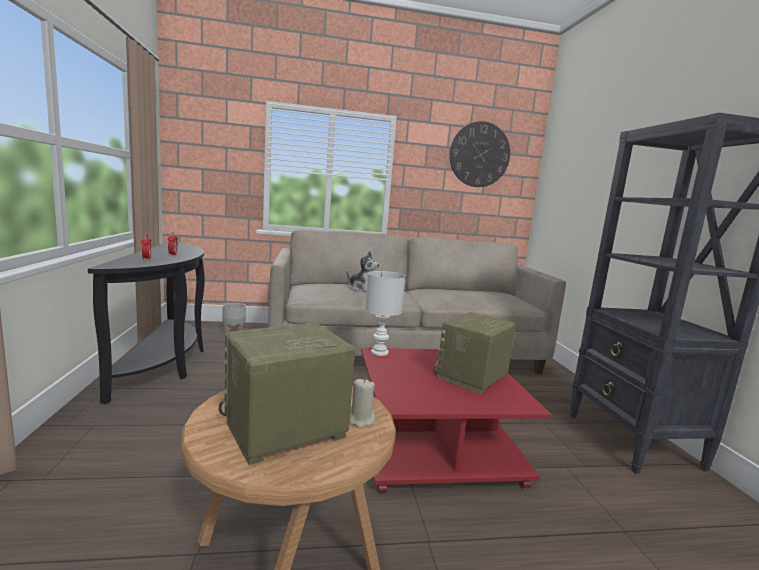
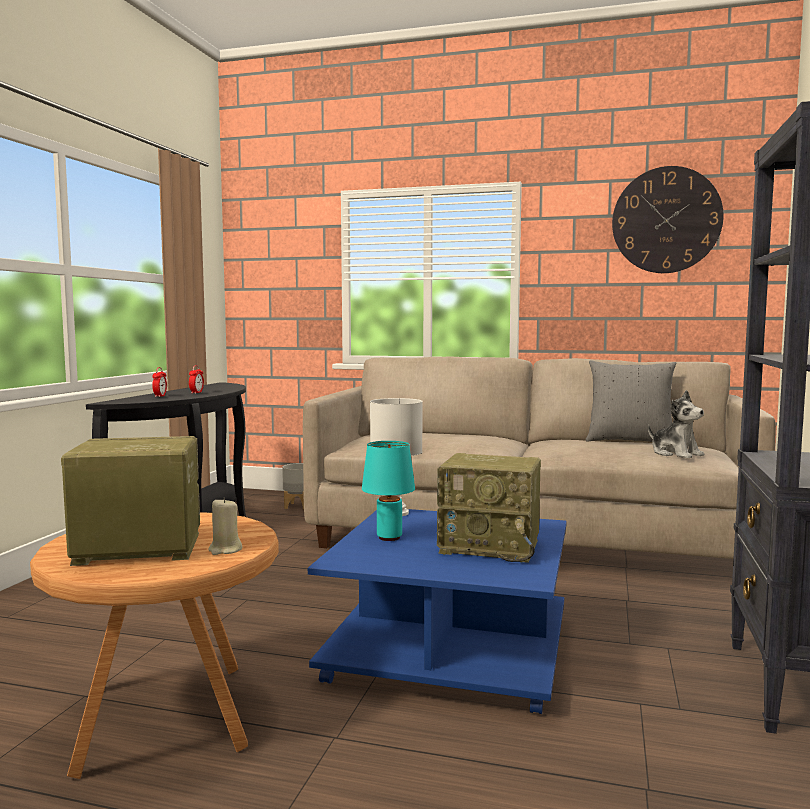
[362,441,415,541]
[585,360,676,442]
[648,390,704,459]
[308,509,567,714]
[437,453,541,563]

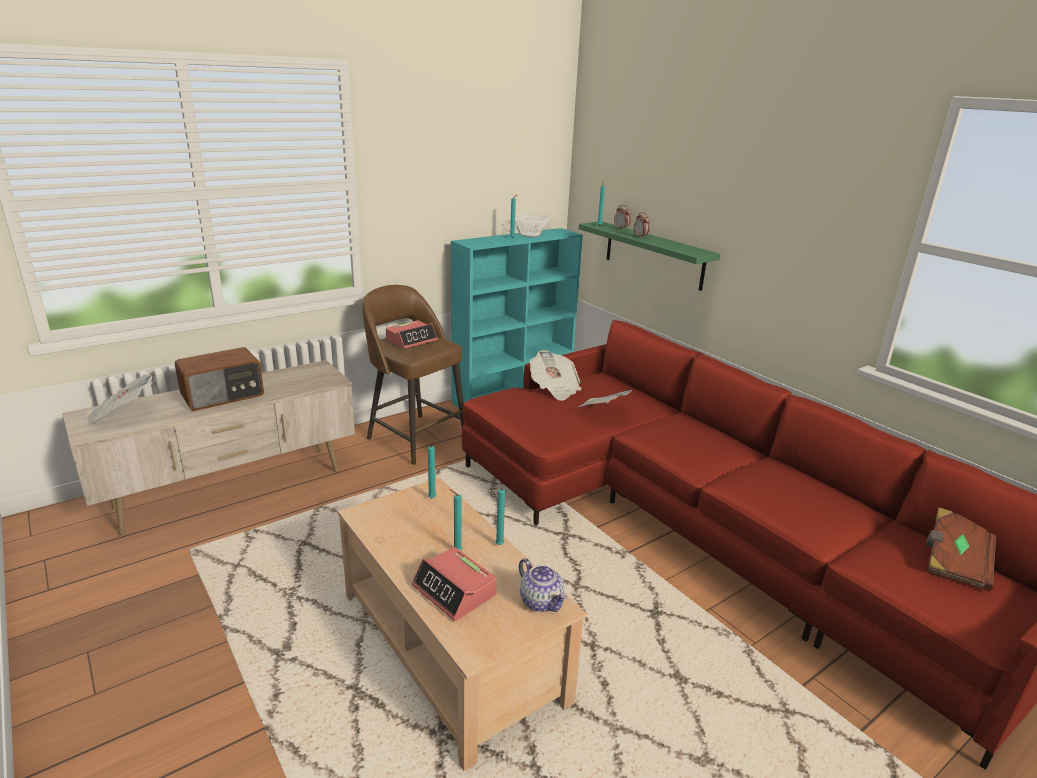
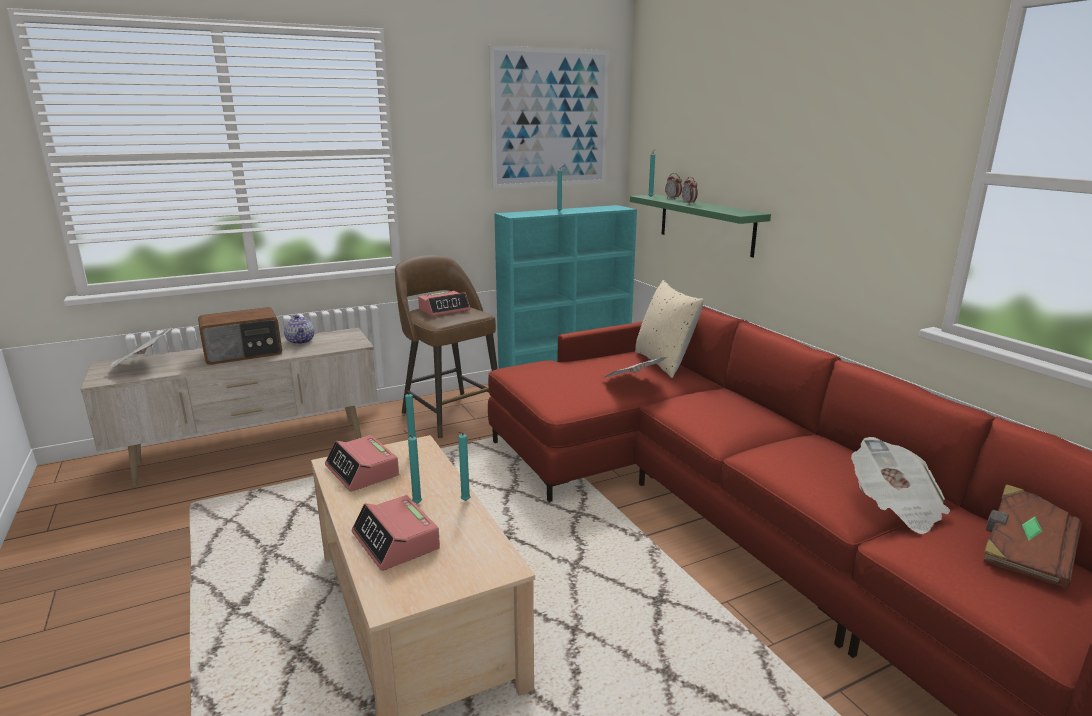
[515,214,549,237] (first image)
[325,435,399,491]
[489,45,609,189]
[635,280,704,378]
[284,315,314,344]
[851,437,950,534]

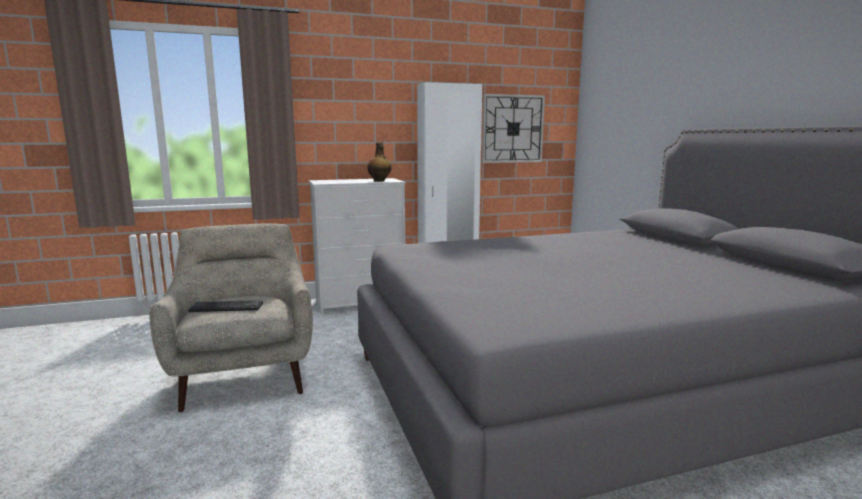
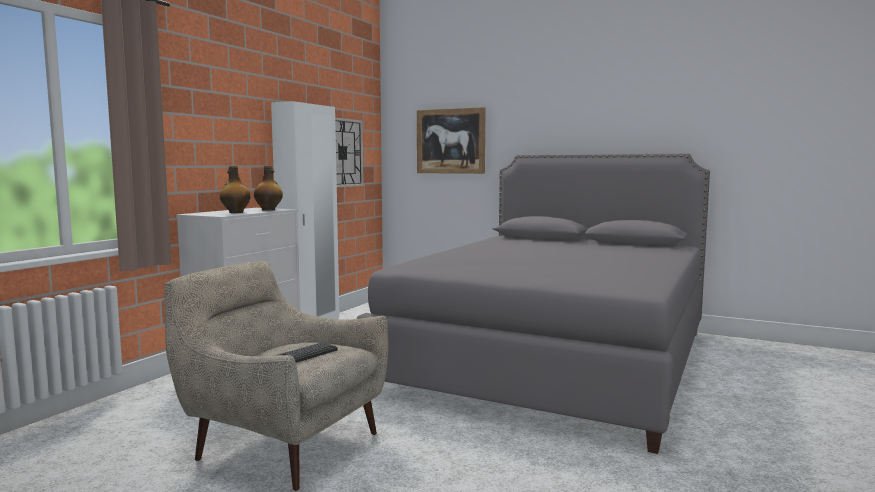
[219,166,250,213]
[417,107,486,174]

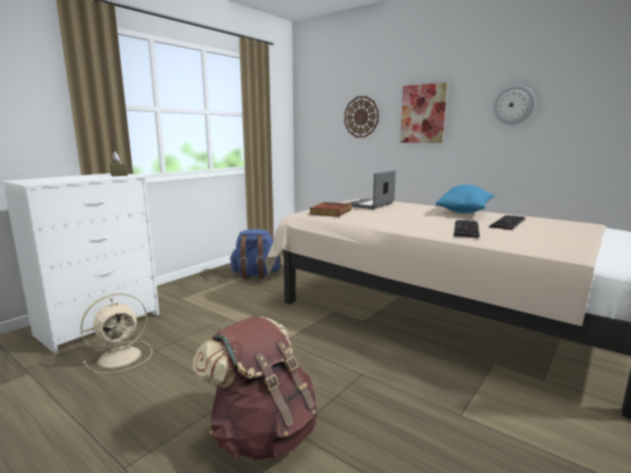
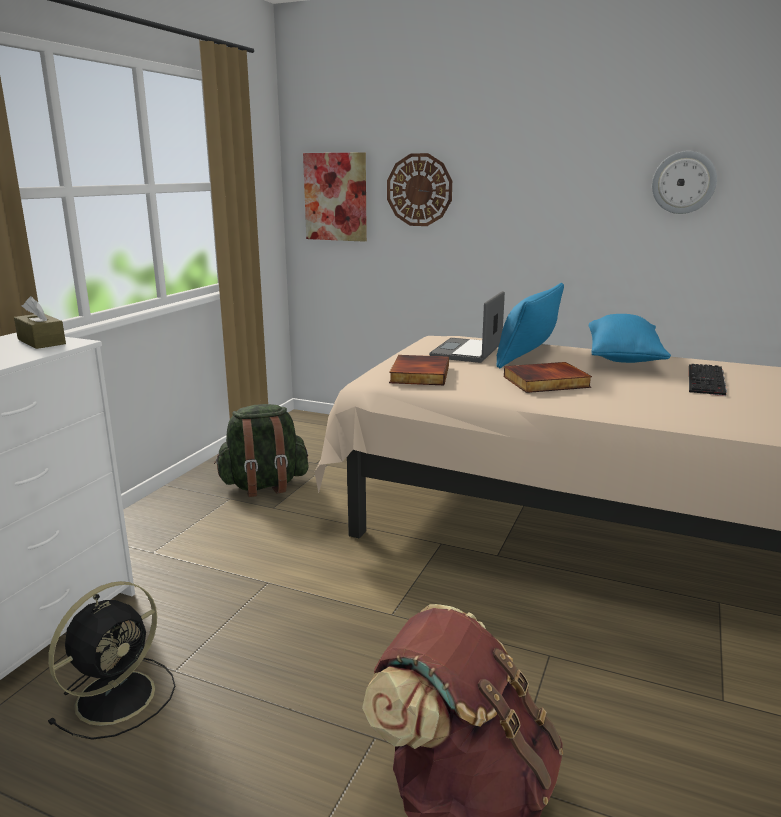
[454,220,480,238] (first image)
[497,283,564,368]
[504,362,592,393]
[303,152,367,242]
[48,581,175,740]
[214,404,308,497]

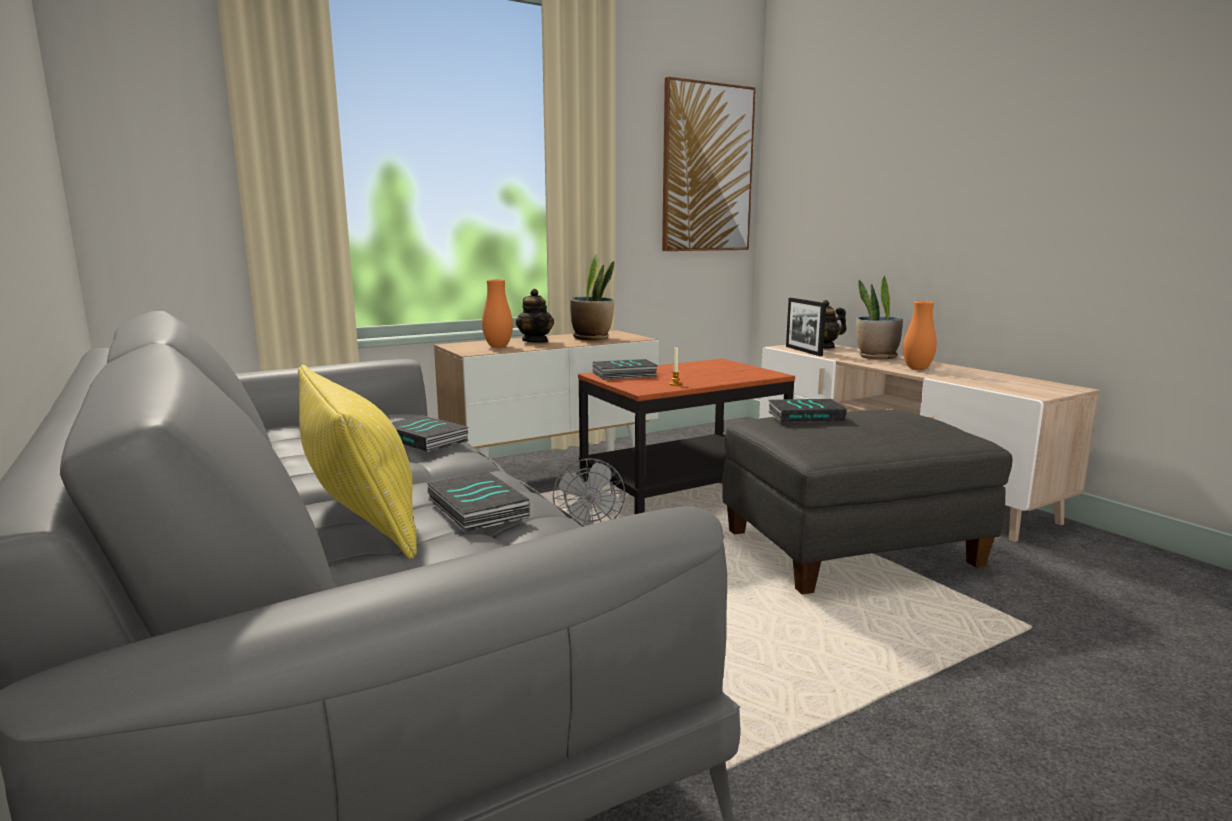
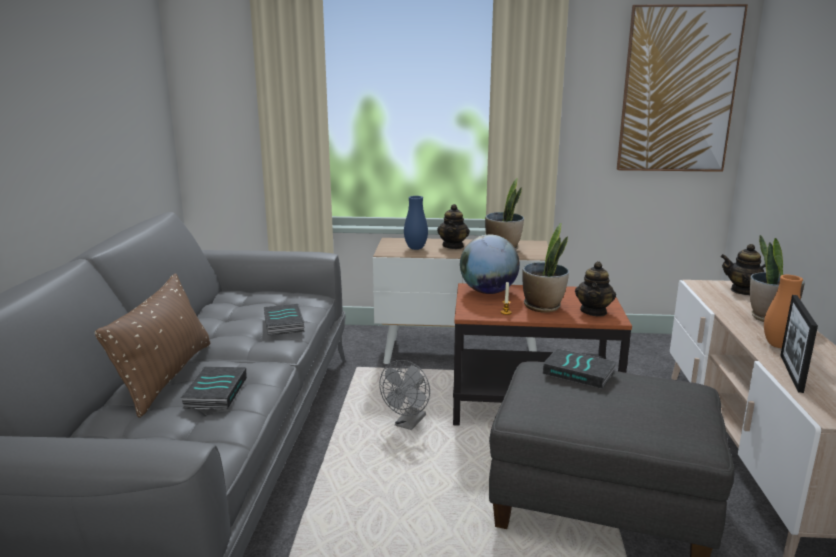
[522,223,569,313]
[575,261,616,316]
[780,295,818,393]
[460,234,520,294]
[95,273,210,418]
[404,196,428,250]

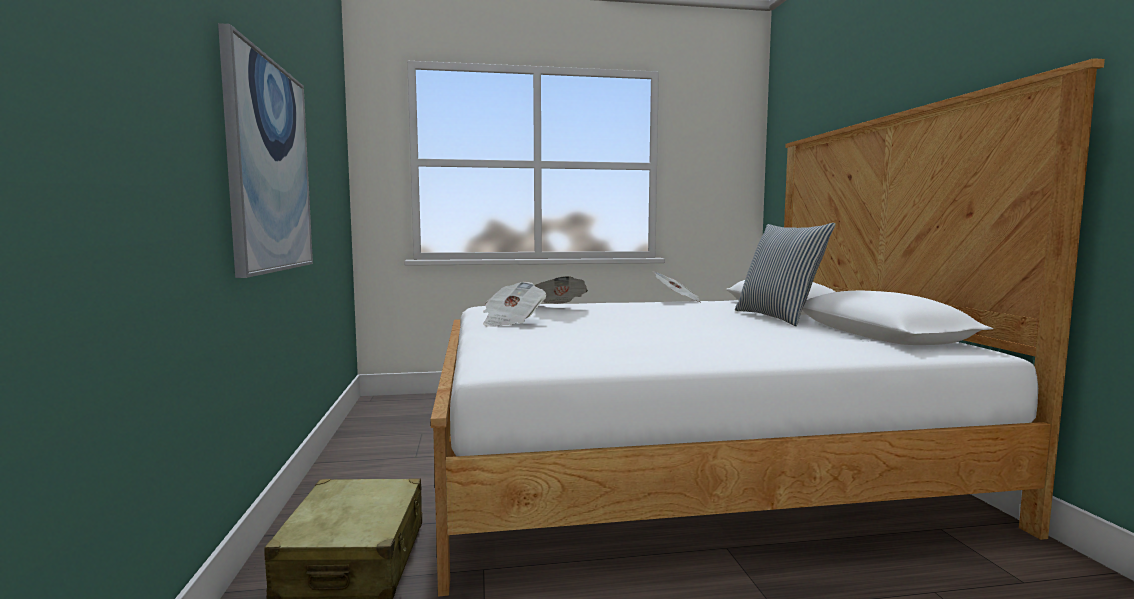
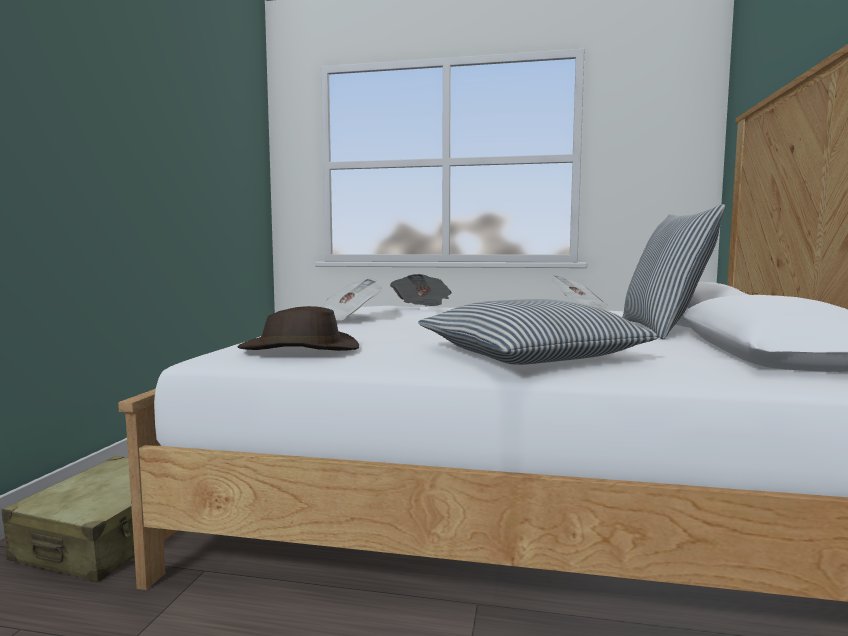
[218,23,313,278] (first image)
[238,306,359,351]
[418,299,659,365]

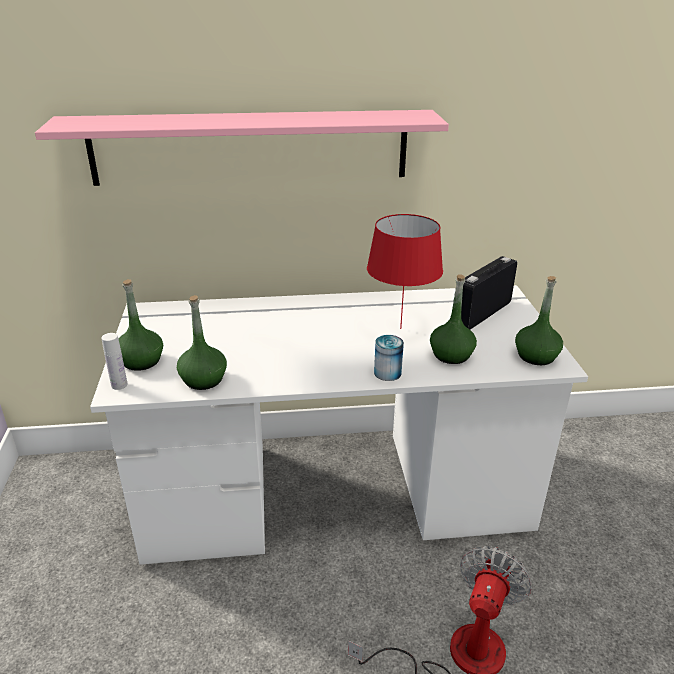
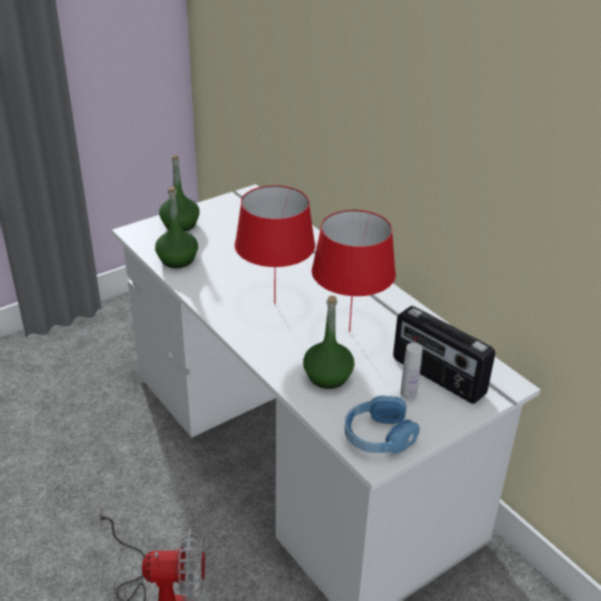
[35,110,449,186] (first image)
[374,335,404,381] (first image)
[235,185,315,304]
[400,343,423,400]
[345,395,420,454]
[393,306,495,404]

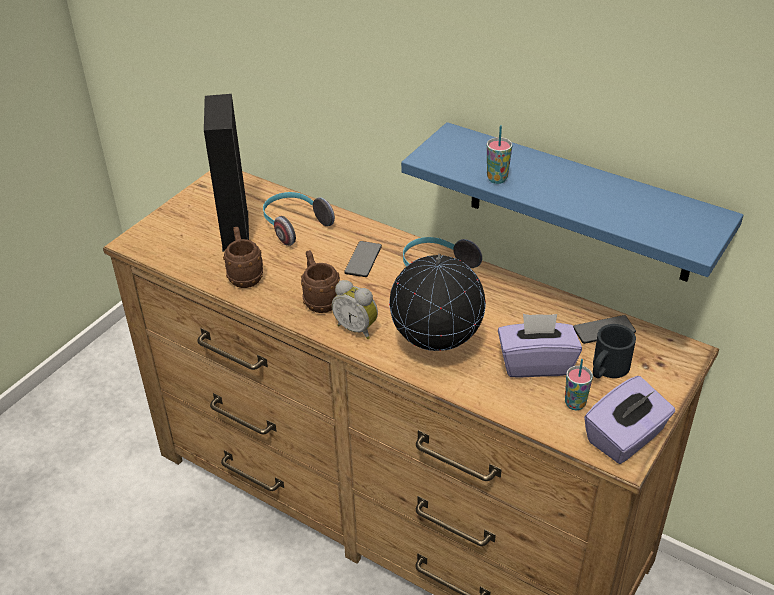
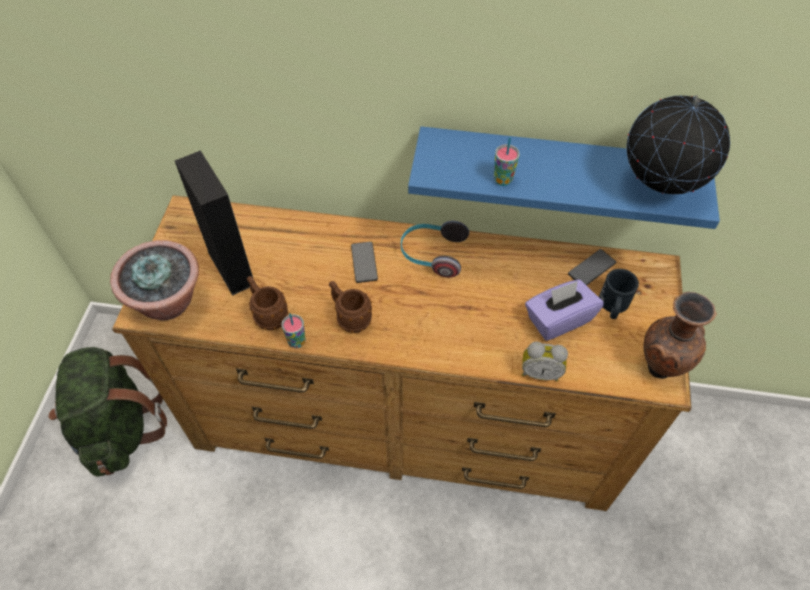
[263,192,335,246] (first image)
[48,347,167,477]
[110,240,199,321]
[522,342,568,381]
[627,95,730,195]
[281,313,305,348]
[643,292,717,379]

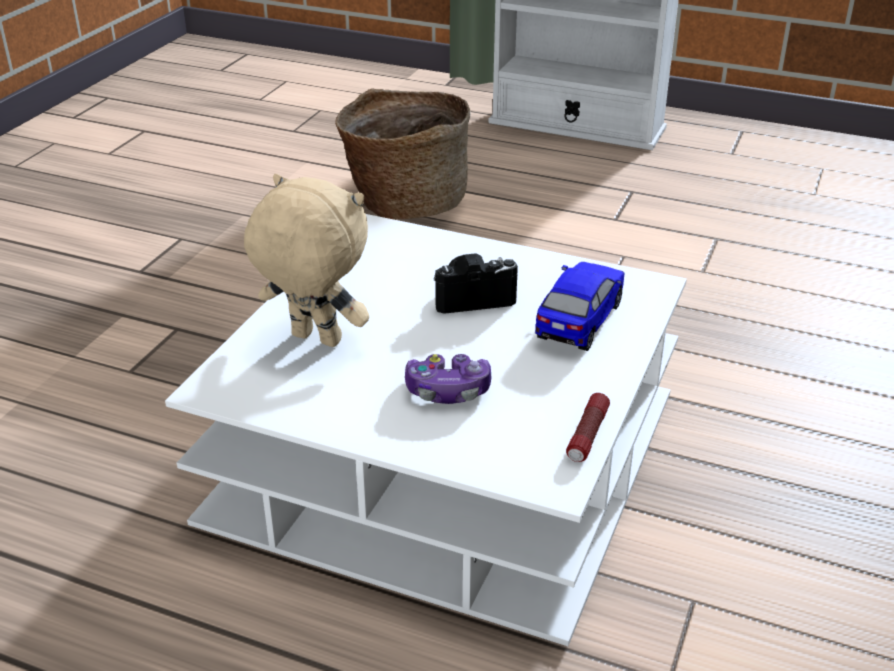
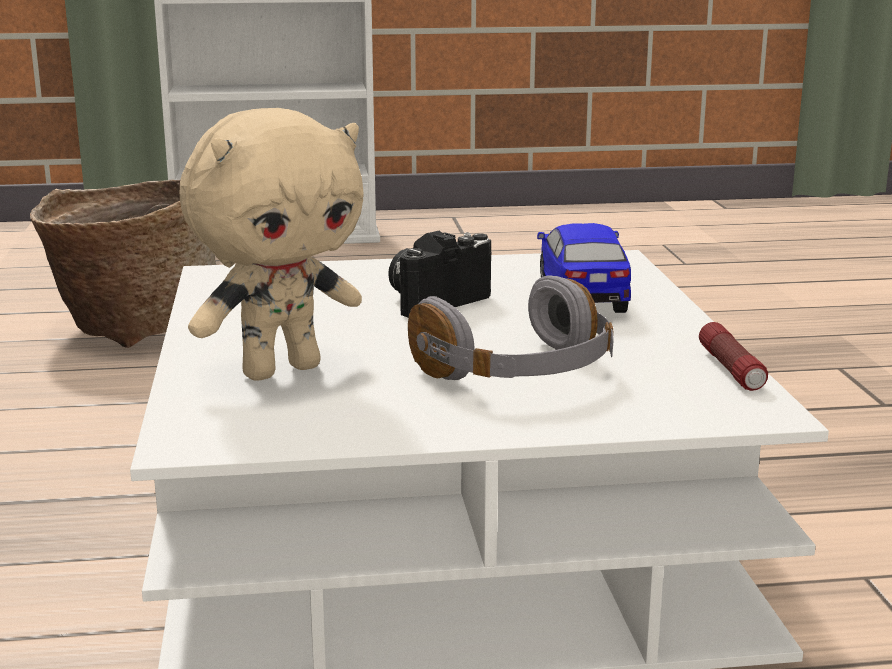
[408,275,614,380]
[180,108,364,381]

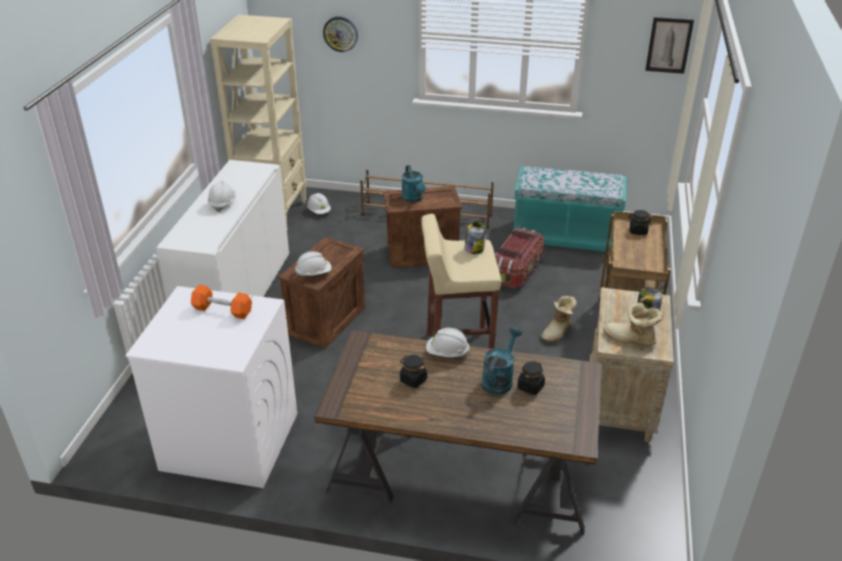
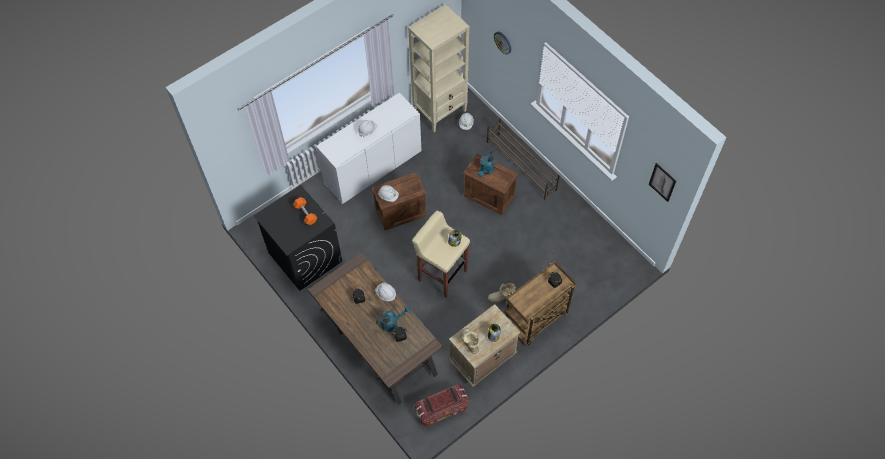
[513,166,626,252] (first image)
[415,384,468,427]
[254,185,342,291]

